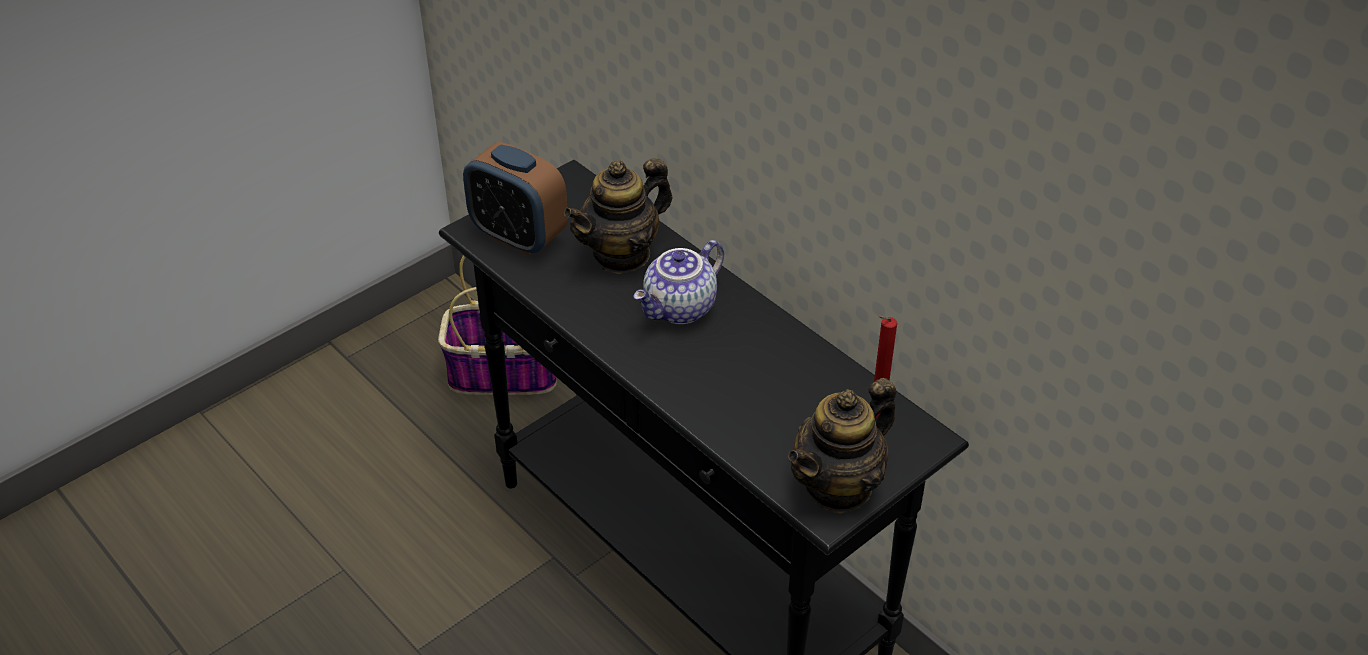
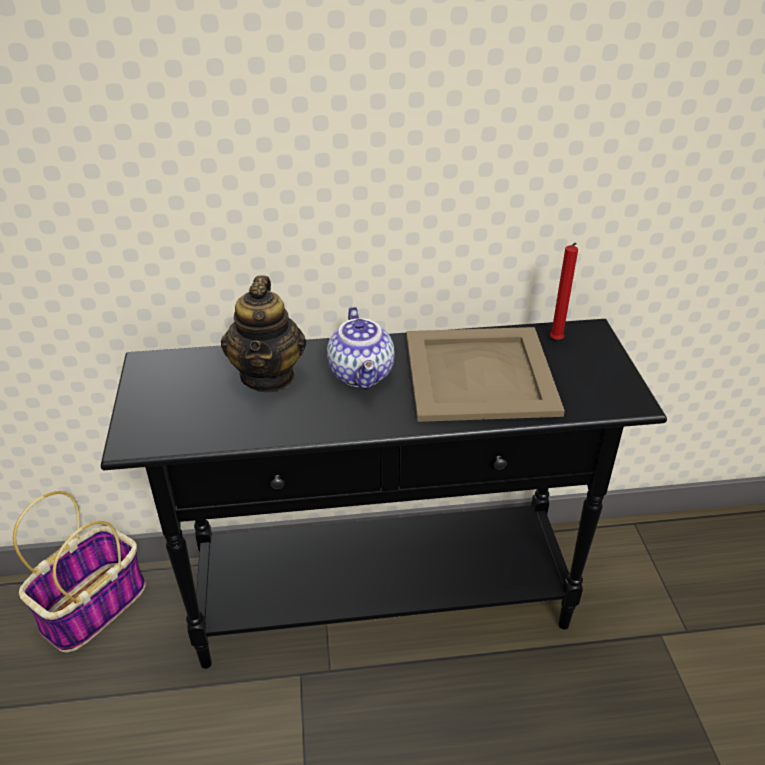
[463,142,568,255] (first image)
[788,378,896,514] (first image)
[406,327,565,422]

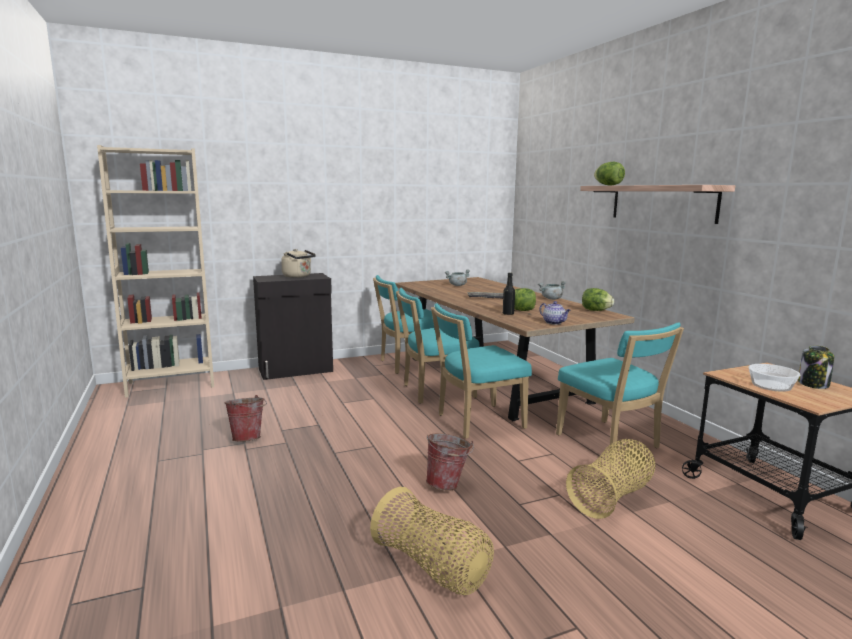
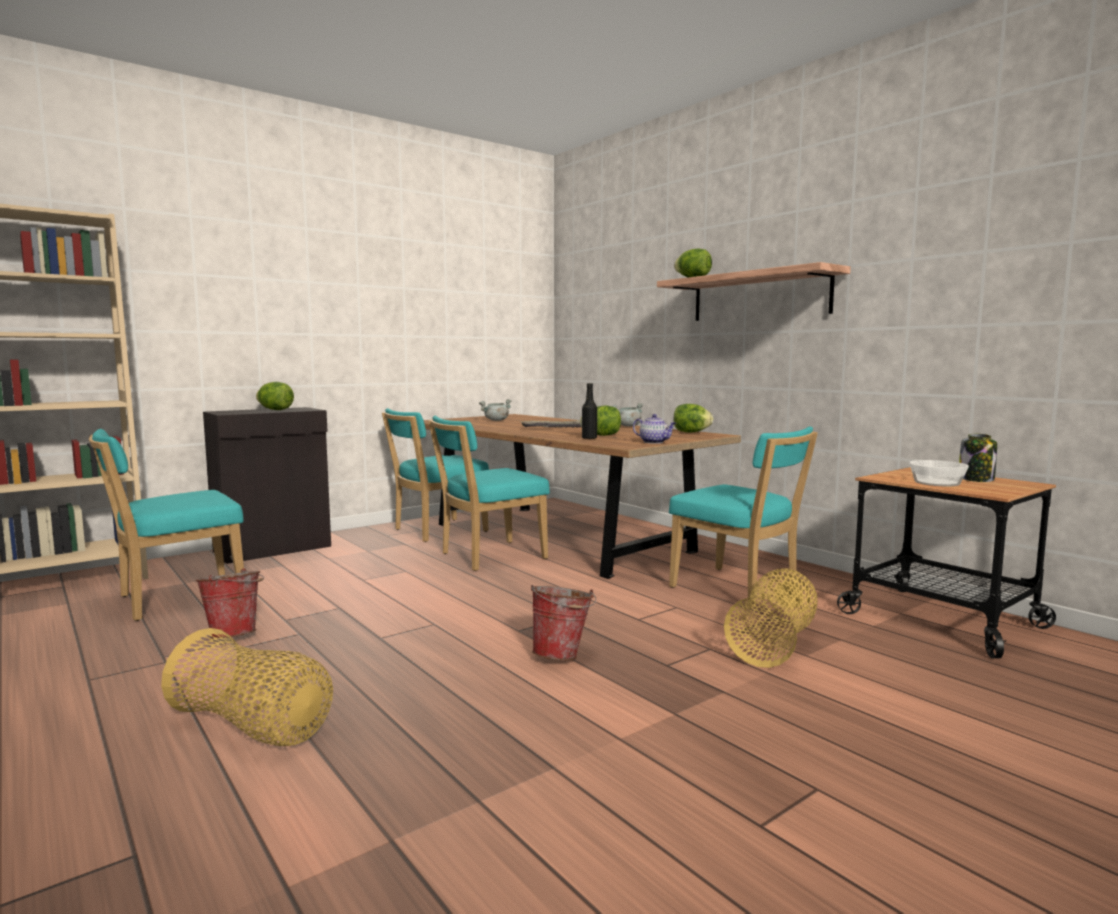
[161,628,333,746]
[89,429,244,621]
[256,382,294,410]

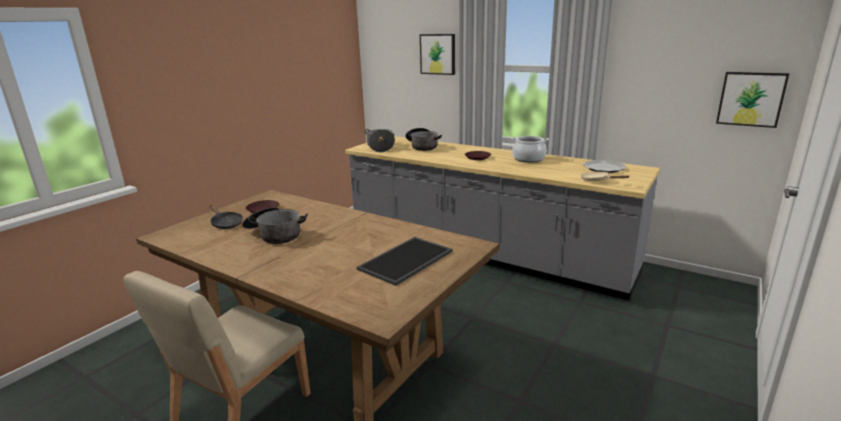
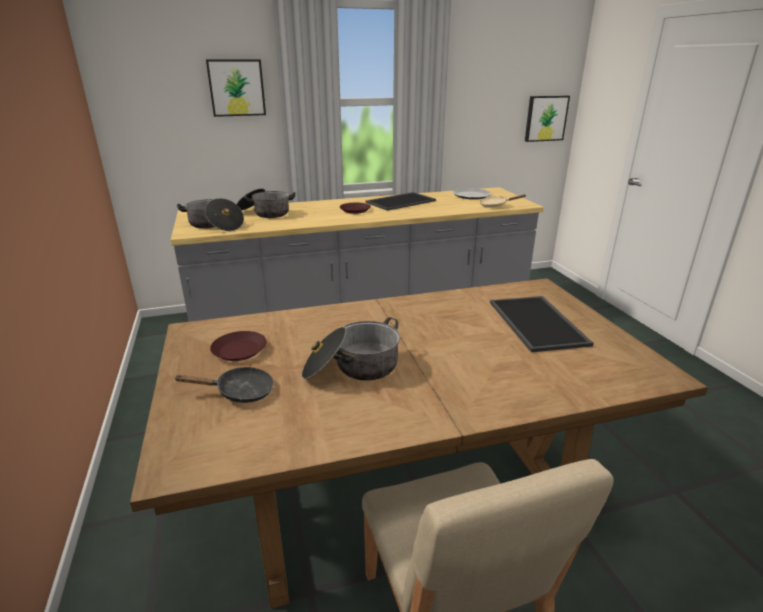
[366,192,436,211]

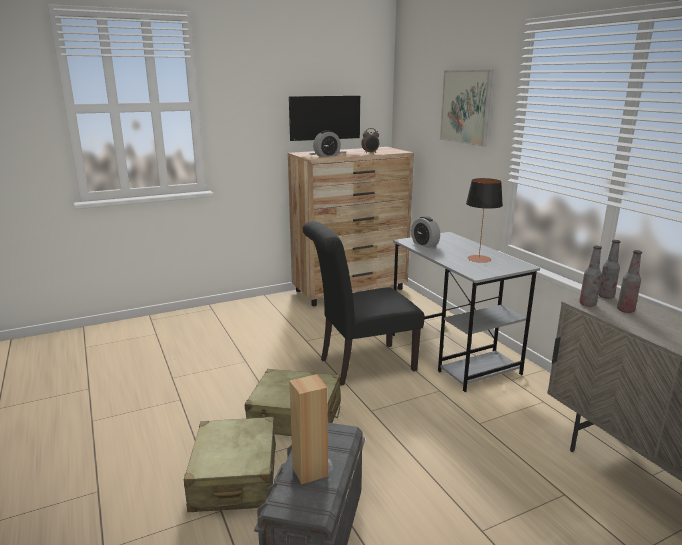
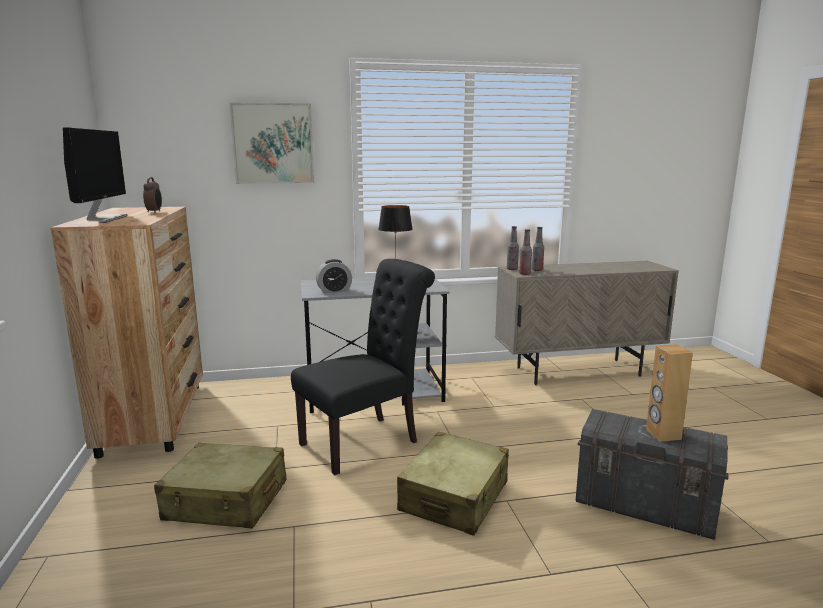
[313,130,341,157] (first image)
[154,443,286,529]
[291,259,435,475]

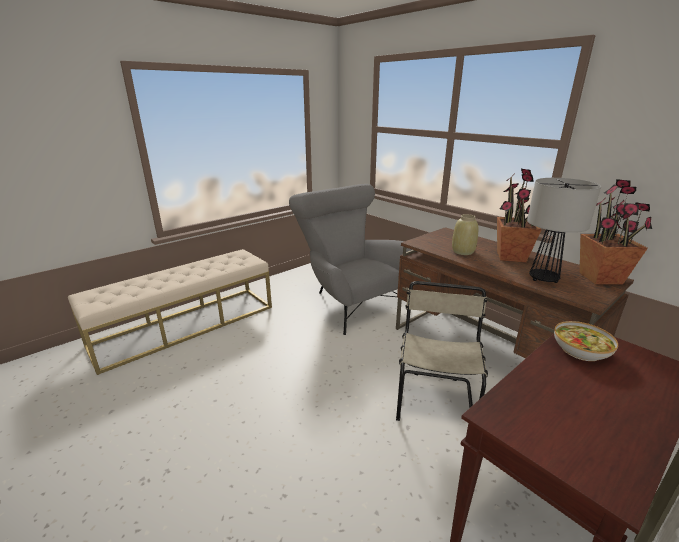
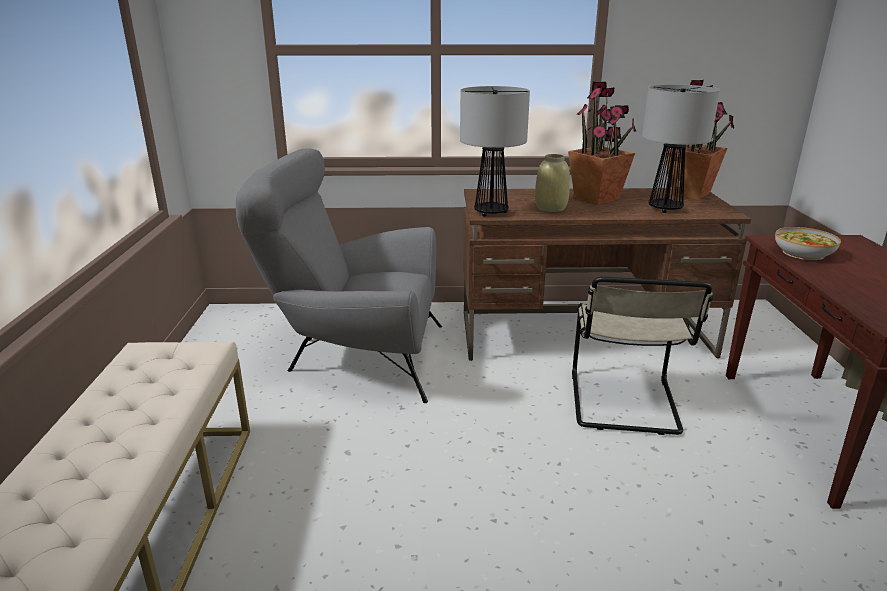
[460,86,530,217]
[572,277,713,435]

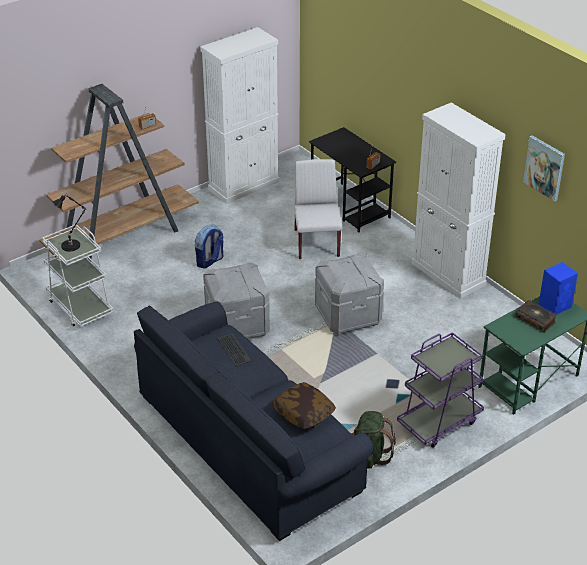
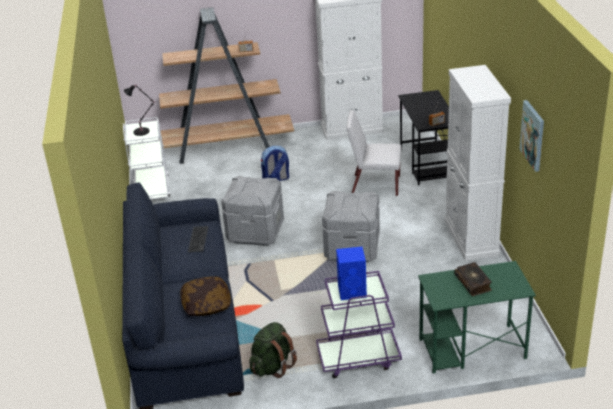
[336,247,367,300]
[346,110,402,196]

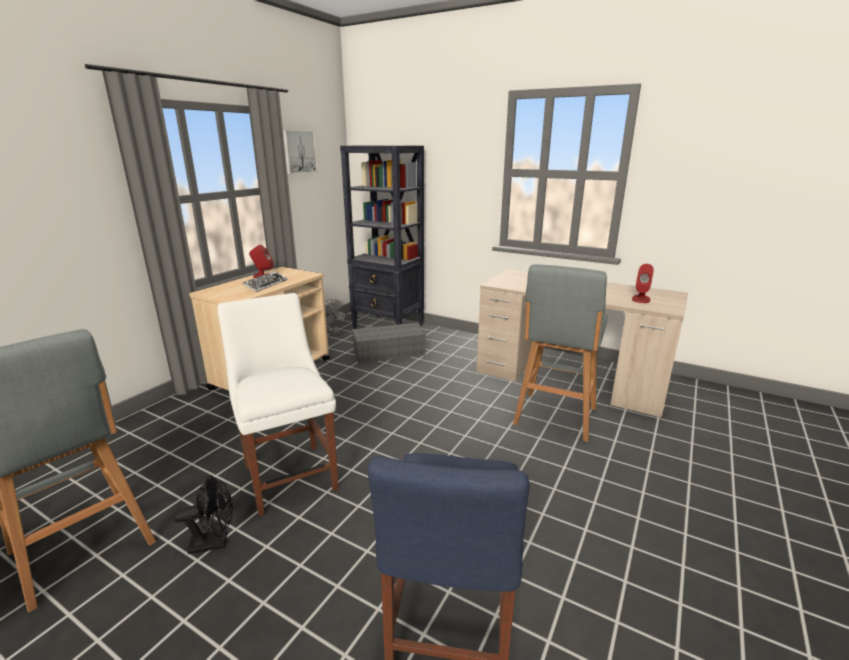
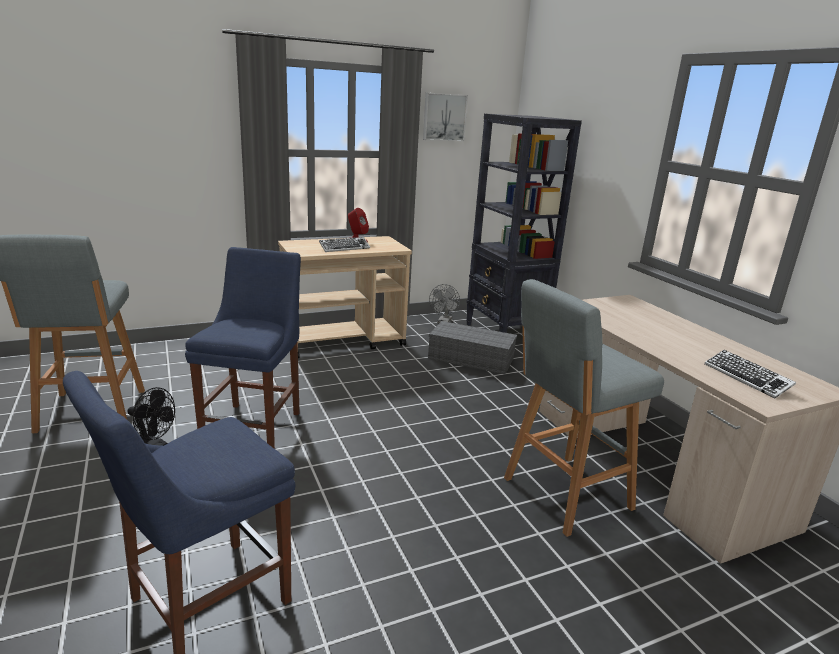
[705,350,796,398]
[185,247,301,449]

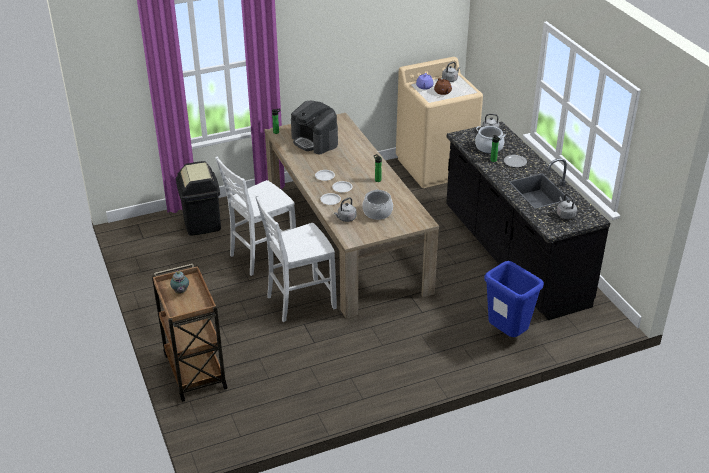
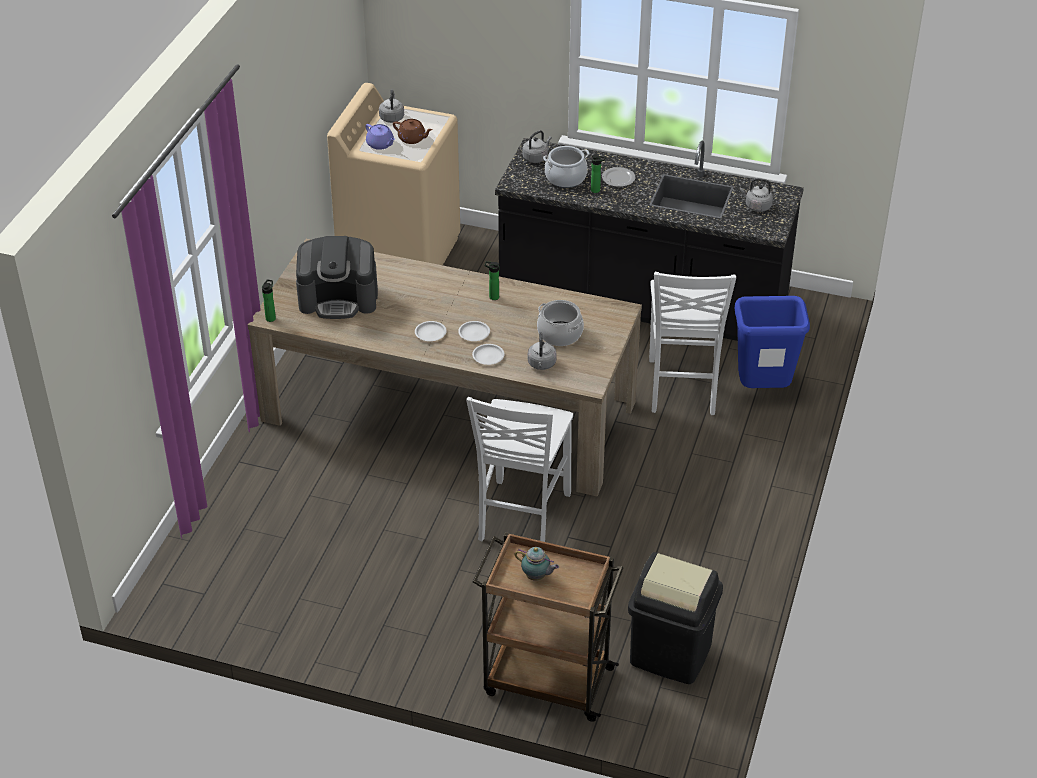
[628,552,723,684]
[649,272,736,415]

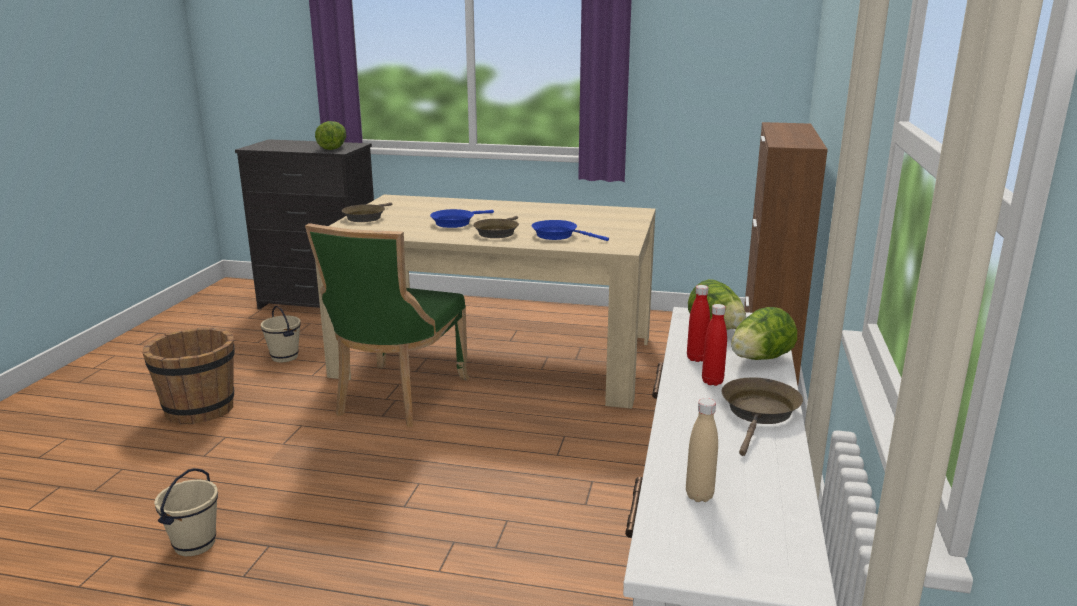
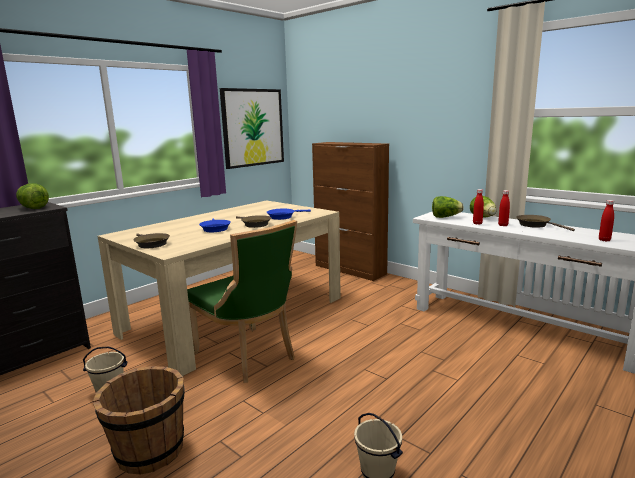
[220,88,284,169]
[599,200,614,241]

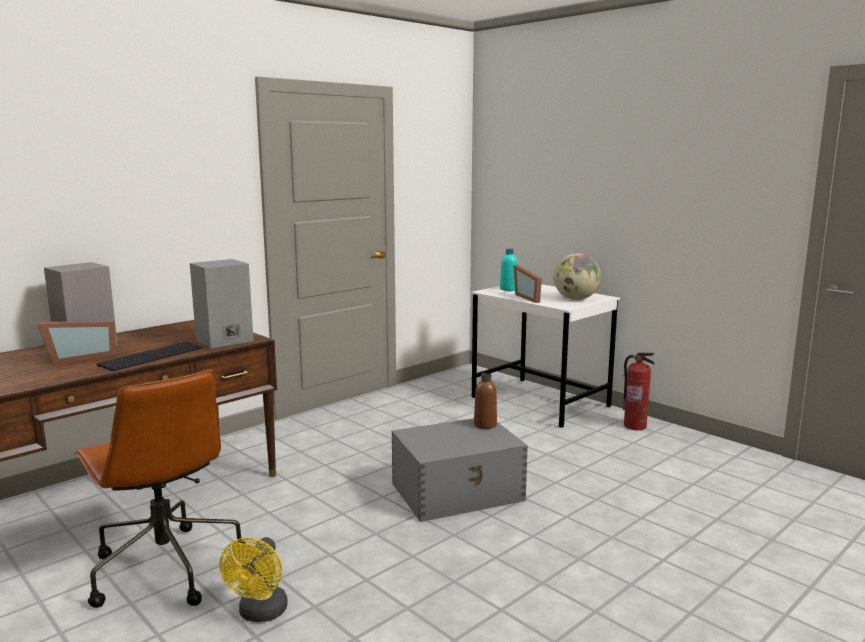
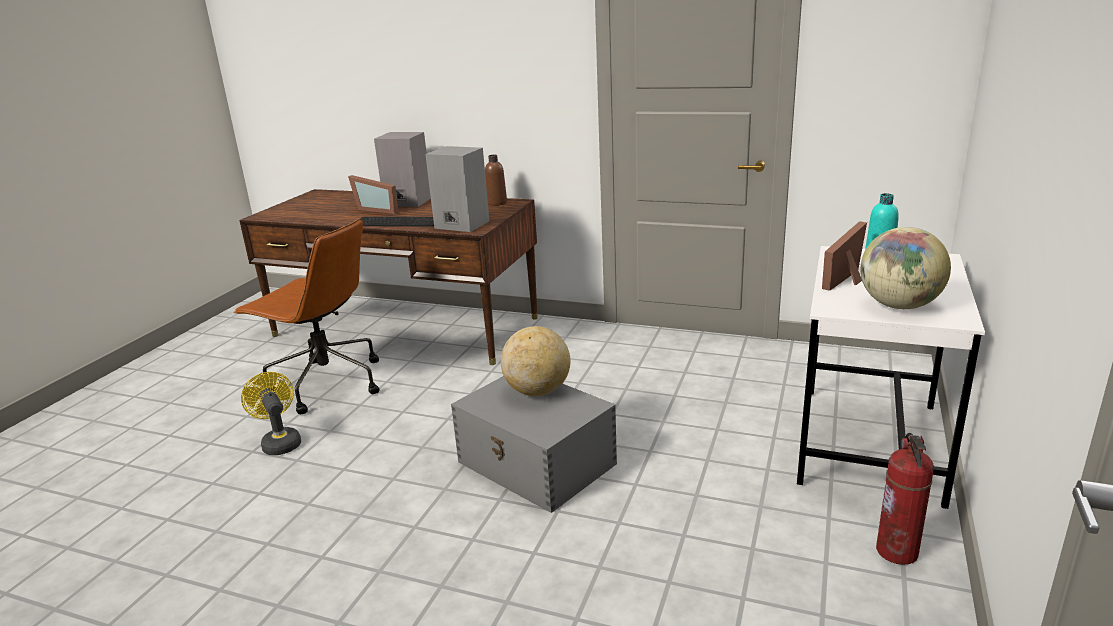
[501,326,570,396]
[485,155,507,206]
[233,218,379,414]
[241,372,301,455]

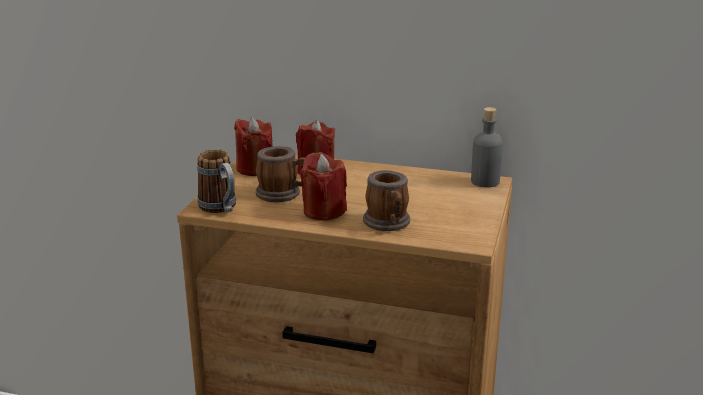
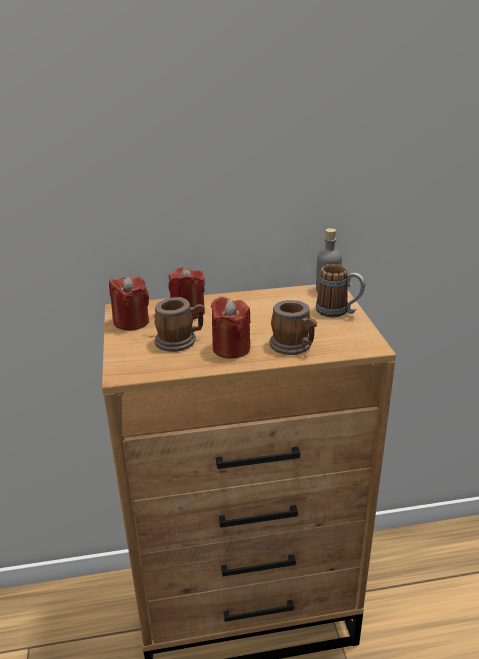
[316,264,365,317]

